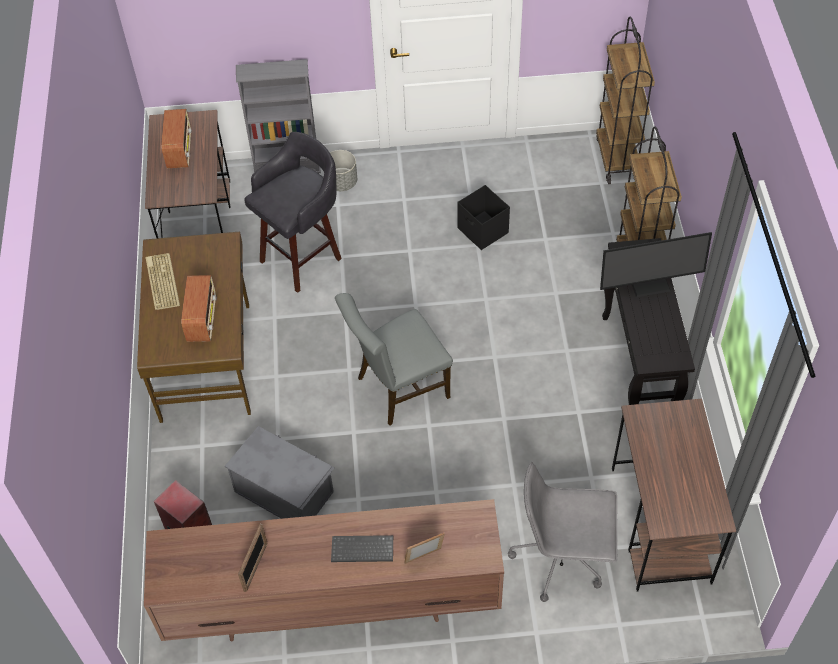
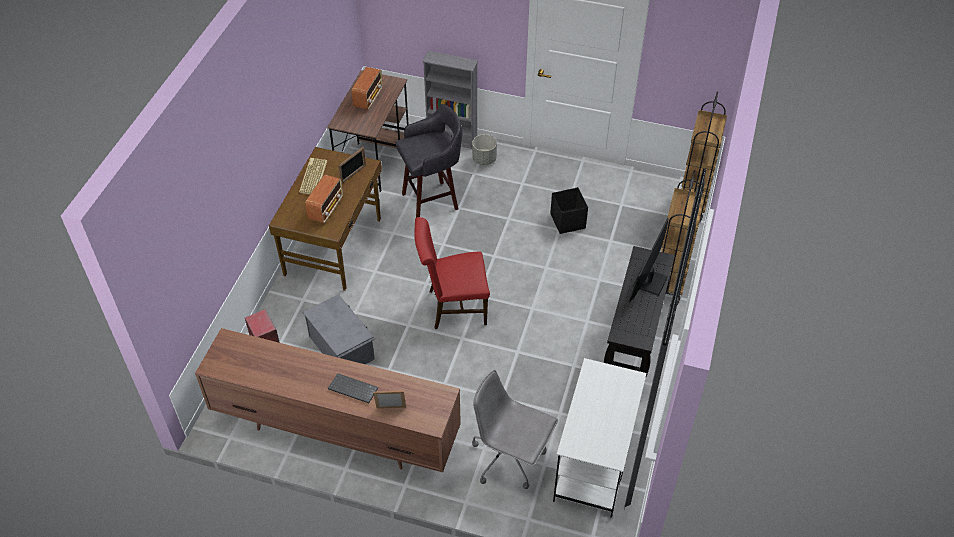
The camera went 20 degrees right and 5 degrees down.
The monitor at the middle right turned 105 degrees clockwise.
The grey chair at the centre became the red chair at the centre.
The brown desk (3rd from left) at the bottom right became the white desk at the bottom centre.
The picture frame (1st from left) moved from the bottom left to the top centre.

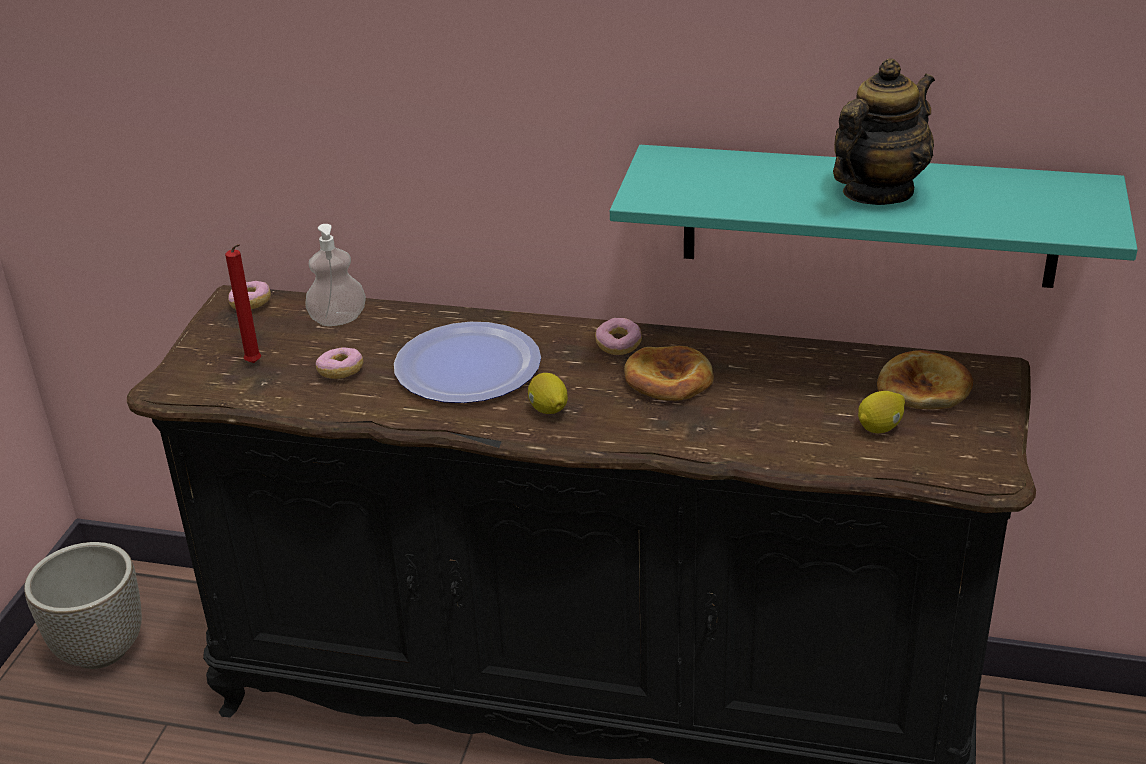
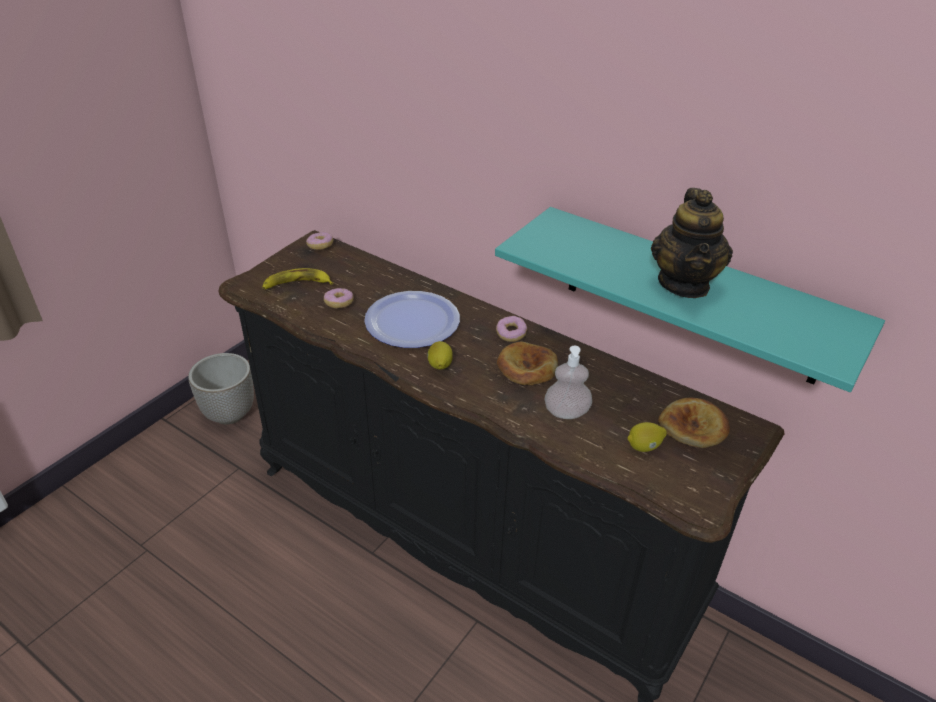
The camera went 20 degrees right and 5 degrees up.
The teapot at the top right turned 120 degrees clockwise.
The soap dispenser moved from the middle left to the centre.
The red candle at the middle left was replaced by the banana at the middle left.

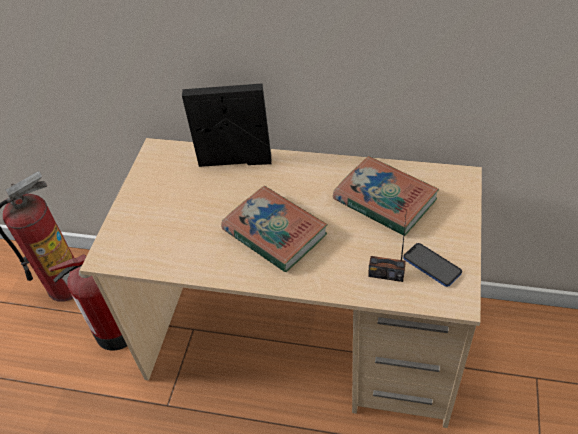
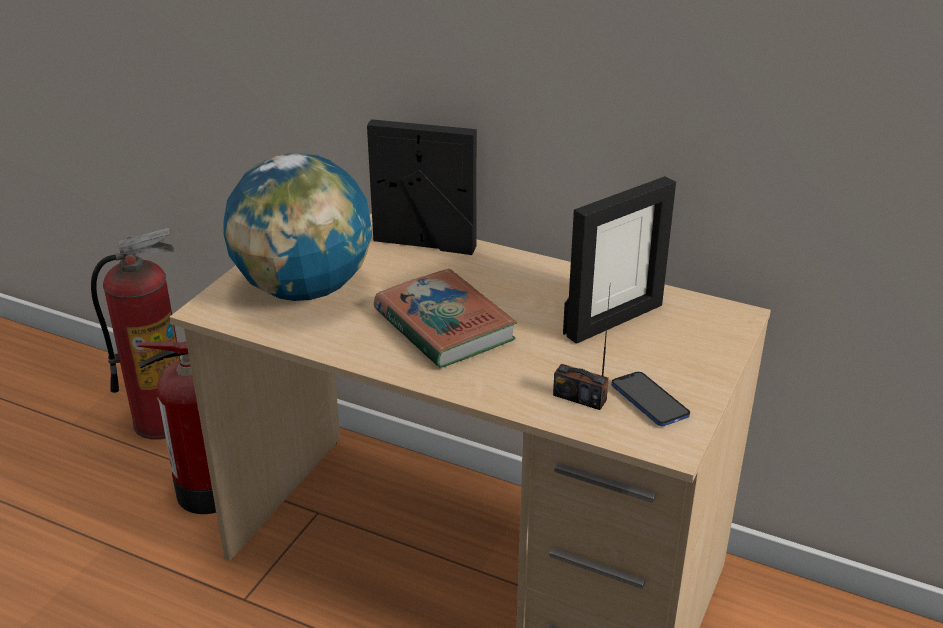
The camera went 10 degrees right and 15 degrees down.
The book (2nd from left) at the middle right was replaced by the picture frame (2nd from left) at the centre.
The globe at the middle left appeared.

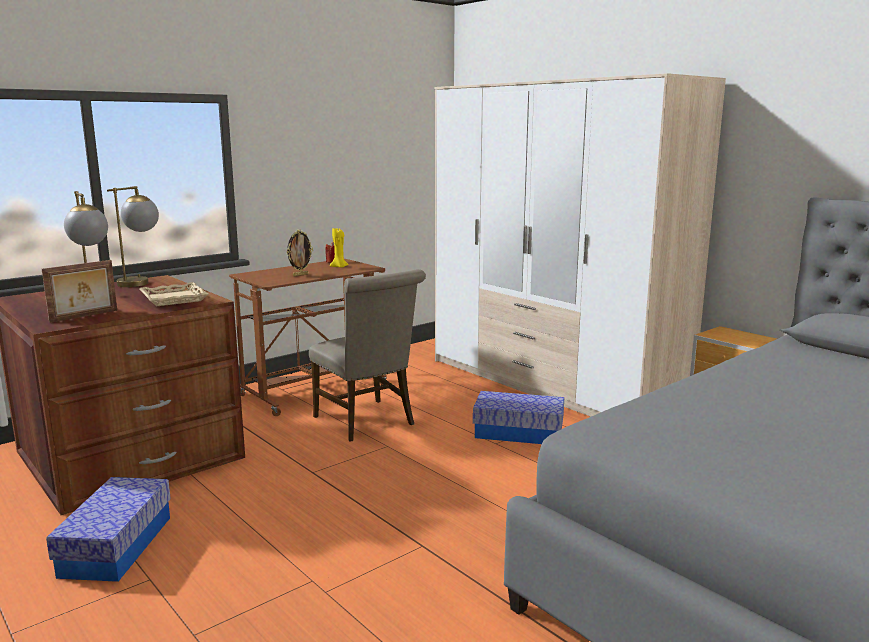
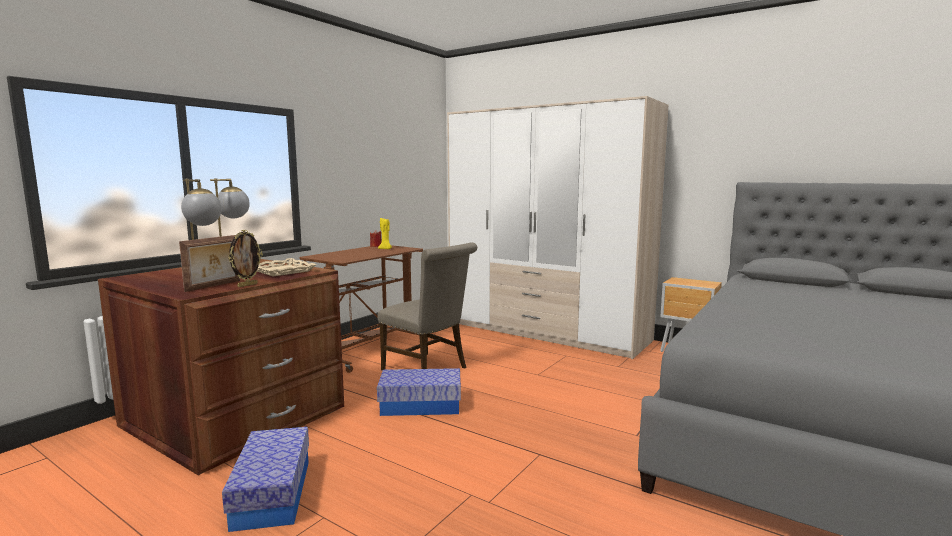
The camera went 15 degrees left and 5 degrees down.
The picture frame (2nd from left) moved from the centre to the middle left.
The storage box (2nd from left) moved from the centre to the bottom centre.

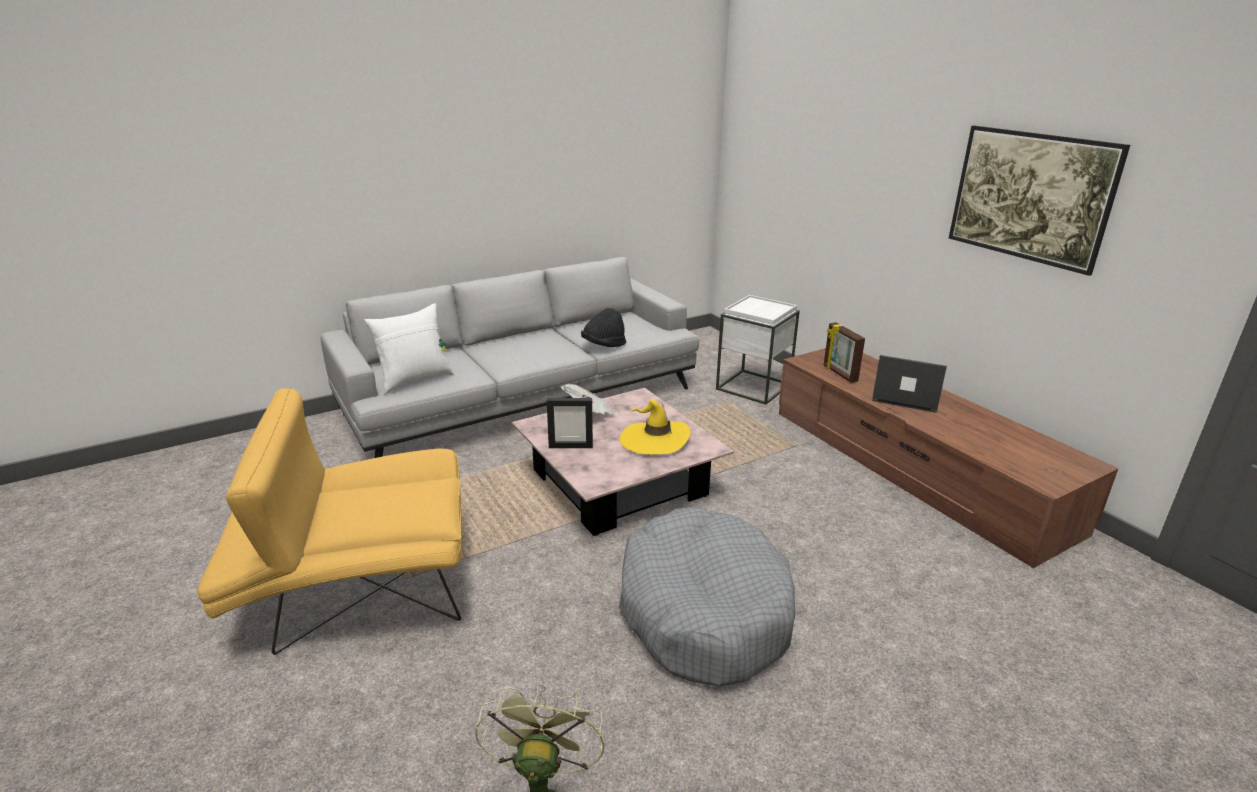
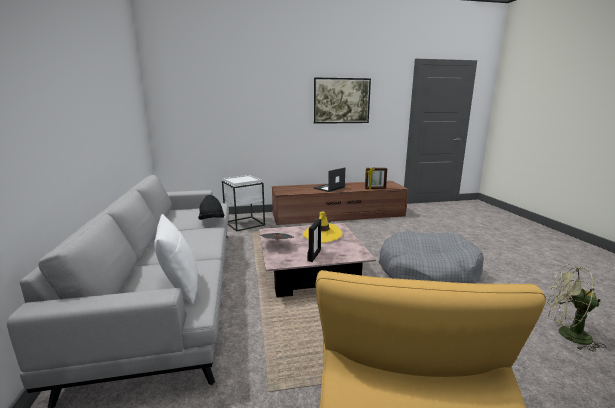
The camera went 70 degrees left and 10 degrees down.
The picture frame (2nd from left) moved from the middle right to the centre.

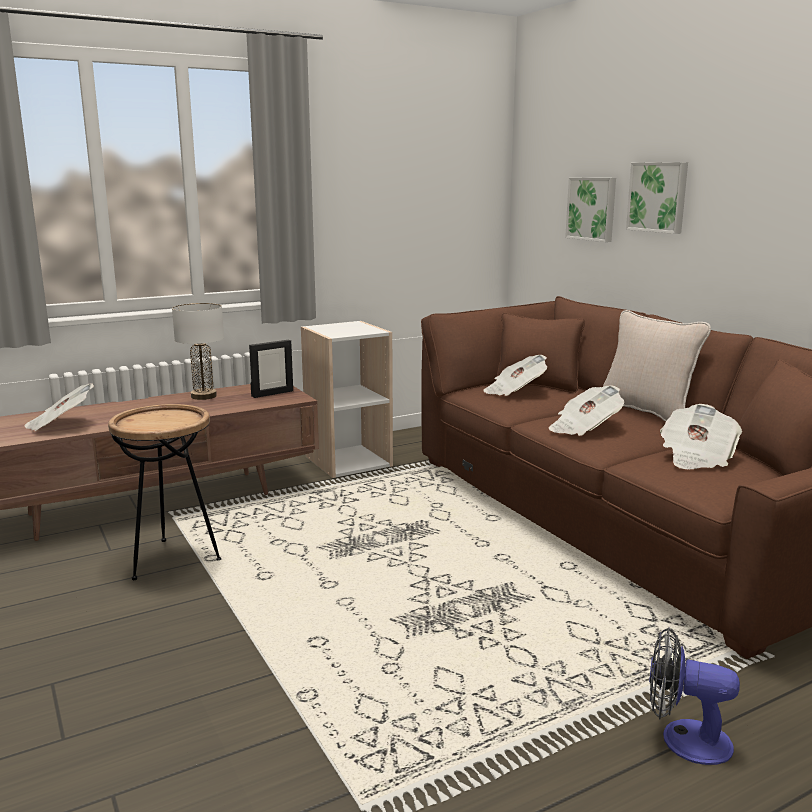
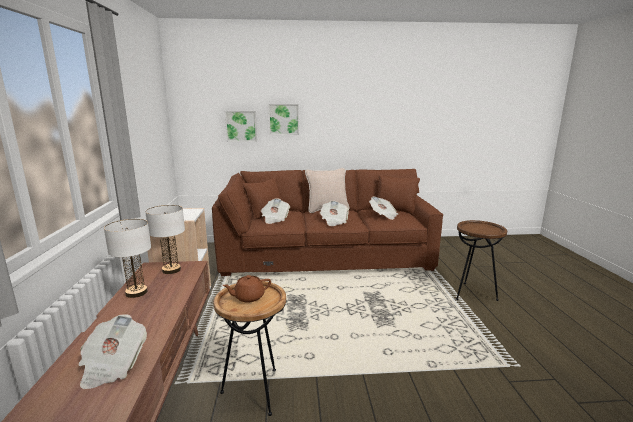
The camera went 65 degrees left and 0 degrees up.
The picture frame at the centre was replaced by the table lamp (2nd from left) at the middle left.
The fan at the bottom right was replaced by the brown side table (2nd from left) at the middle right.
The brown teapot at the bottom centre appeared.

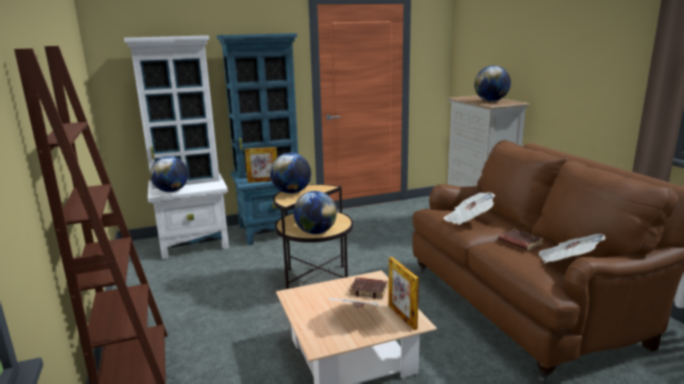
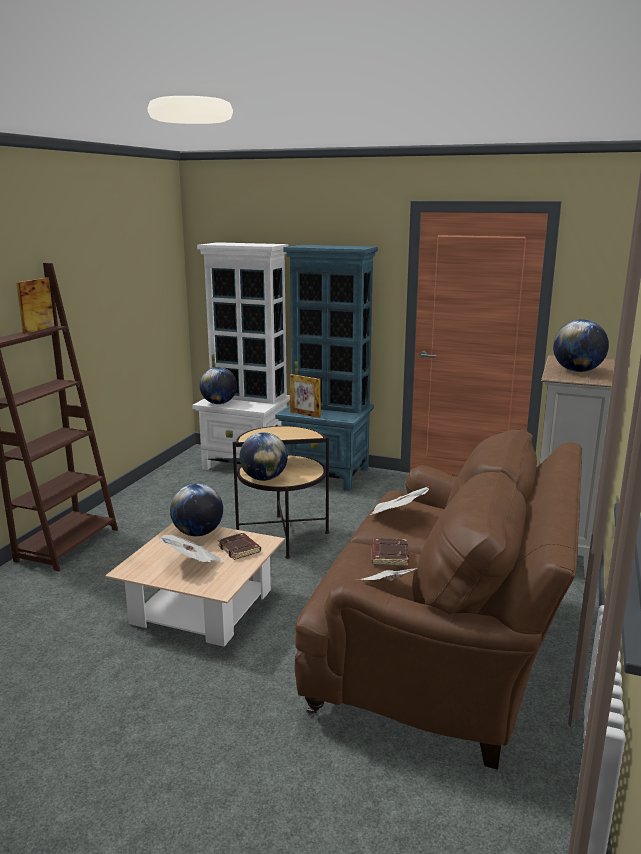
The camera went 40 degrees right and 0 degrees up.
The globe (2nd from left in the first image) moved from the centre to the middle left.
The picture frame (2nd from left in the first image) moved from the bottom centre to the middle left.

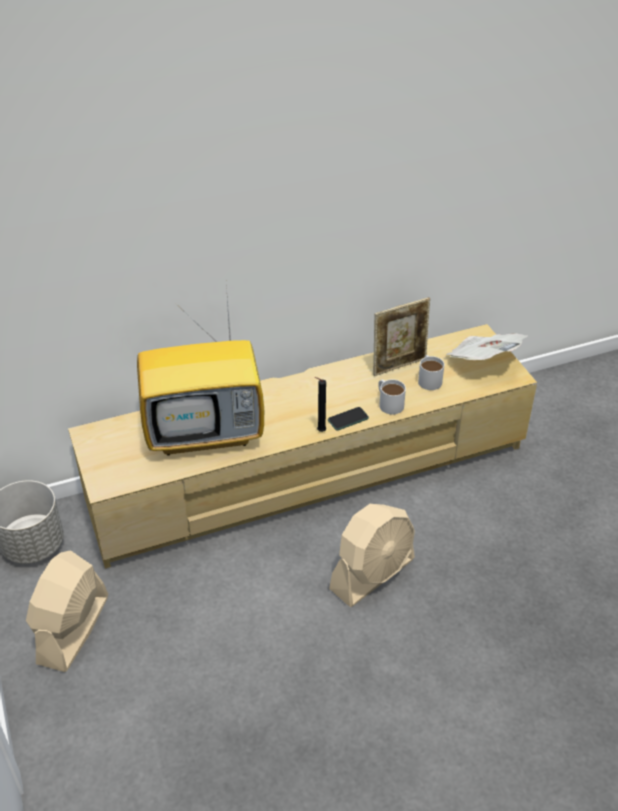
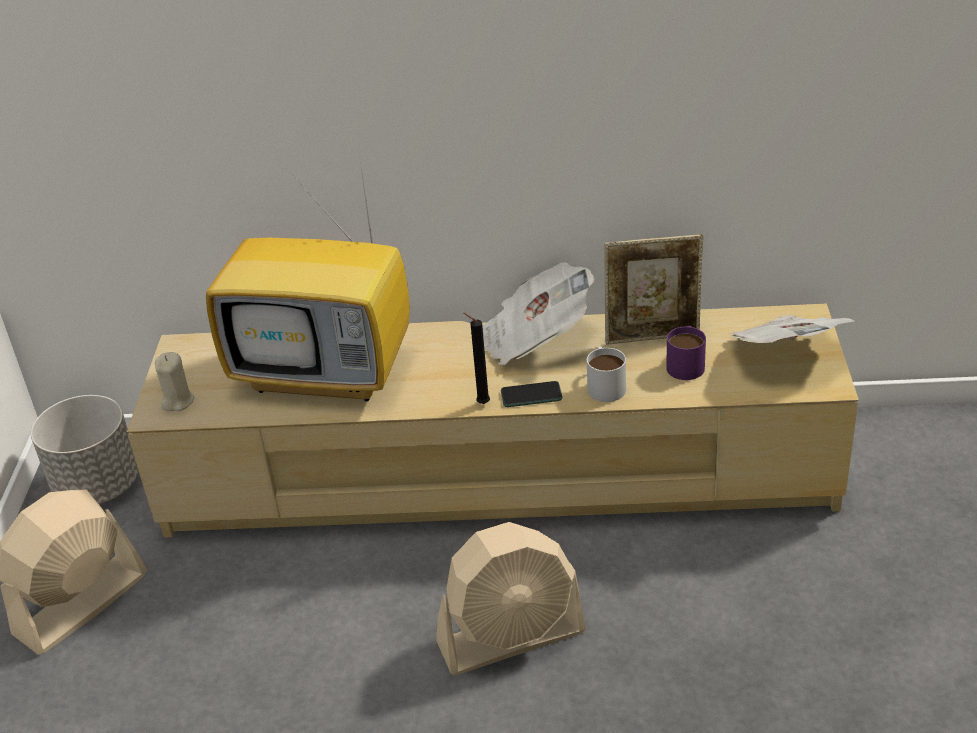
The camera went 25 degrees right and 5 degrees down.
The white mug (2nd from left) at the middle right became the purple mug at the middle right.
The newspaper (1st from left) at the centre appeared.
The beige candle at the middle left appeared.

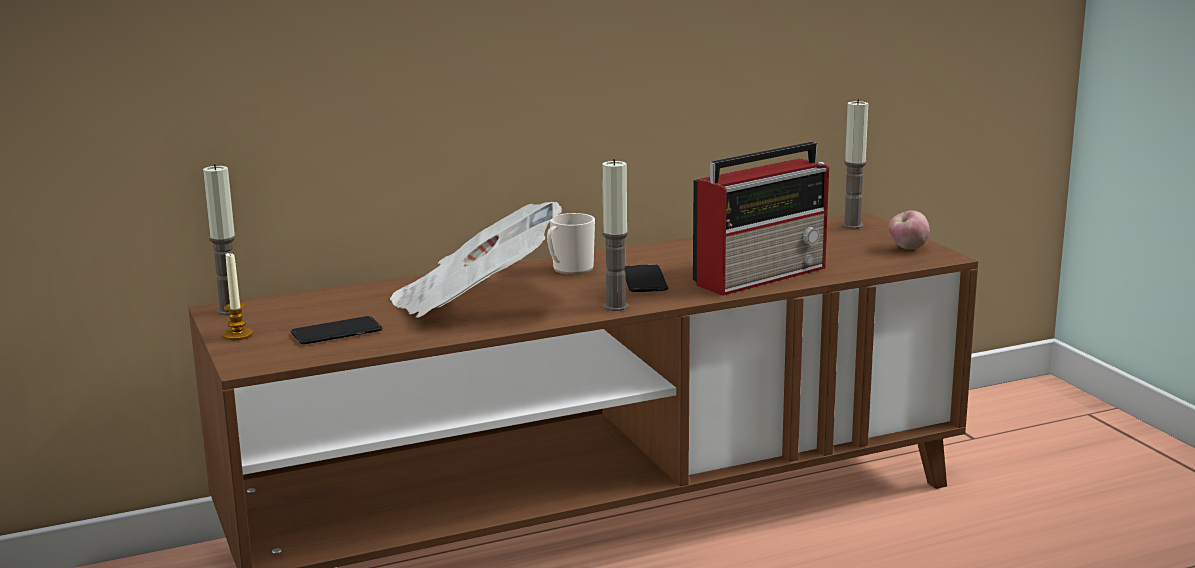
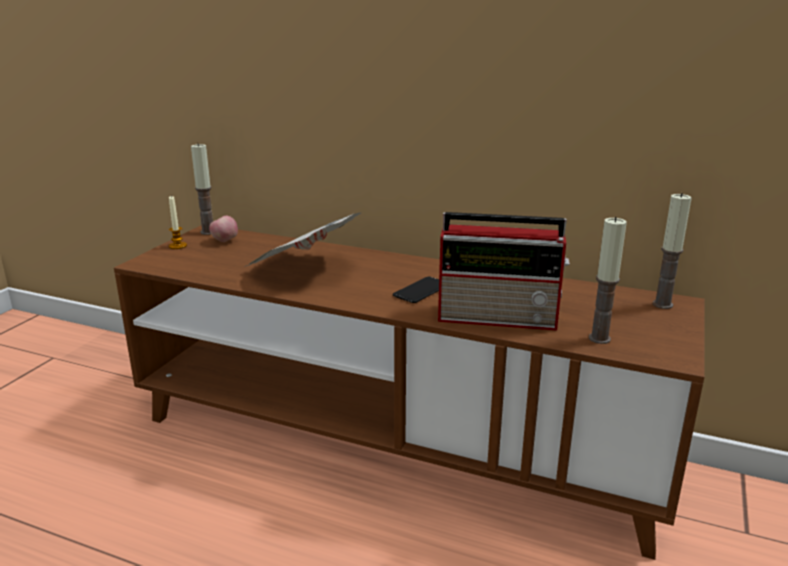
The camera went 45 degrees right and 5 degrees up.
The candle (3rd from left) moved from the centre to the middle right.
The apple moved from the middle right to the middle left.
The mug at the centre disappeared.
The phone (1st from left) at the middle left disappeared.

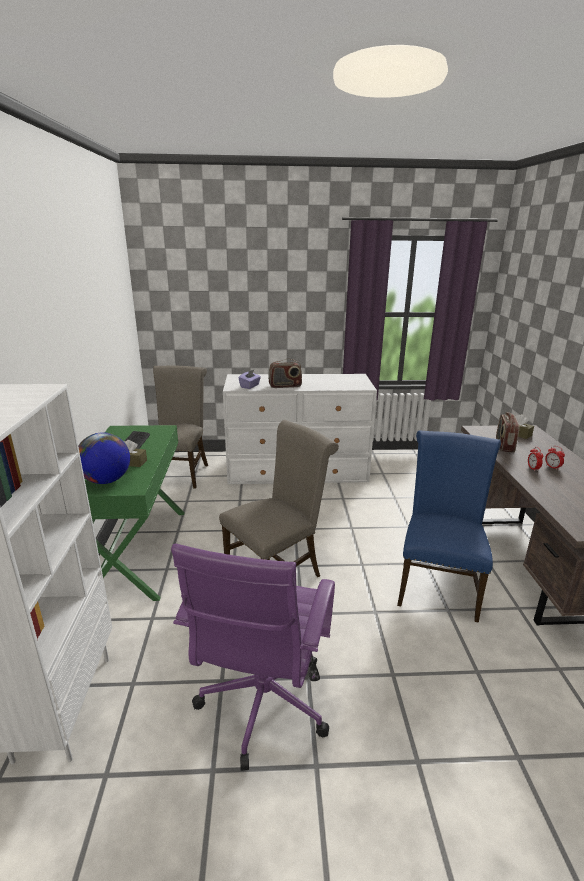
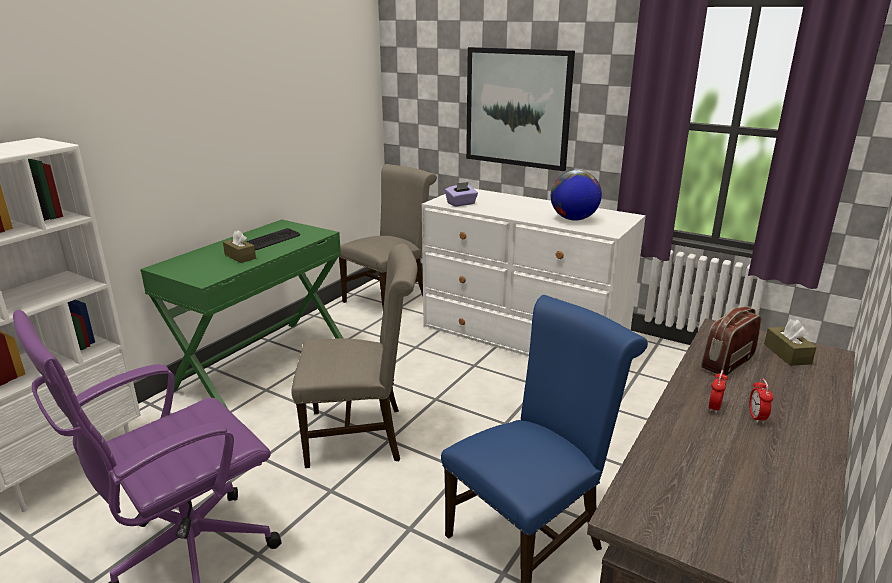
The camera went 35 degrees right and 0 degrees up.
The radio (1st from left) at the centre disappeared.
The globe moved from the middle left to the centre.
The picture at the top centre appeared.

